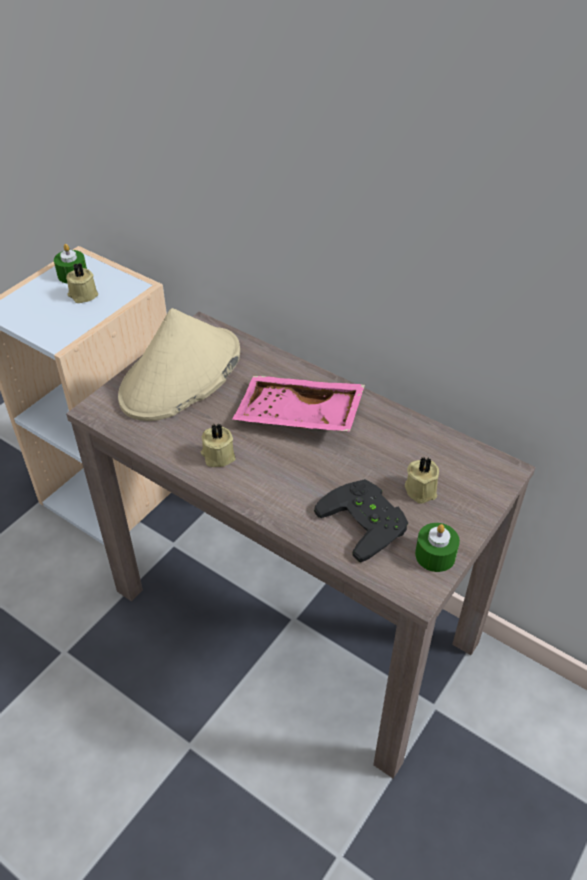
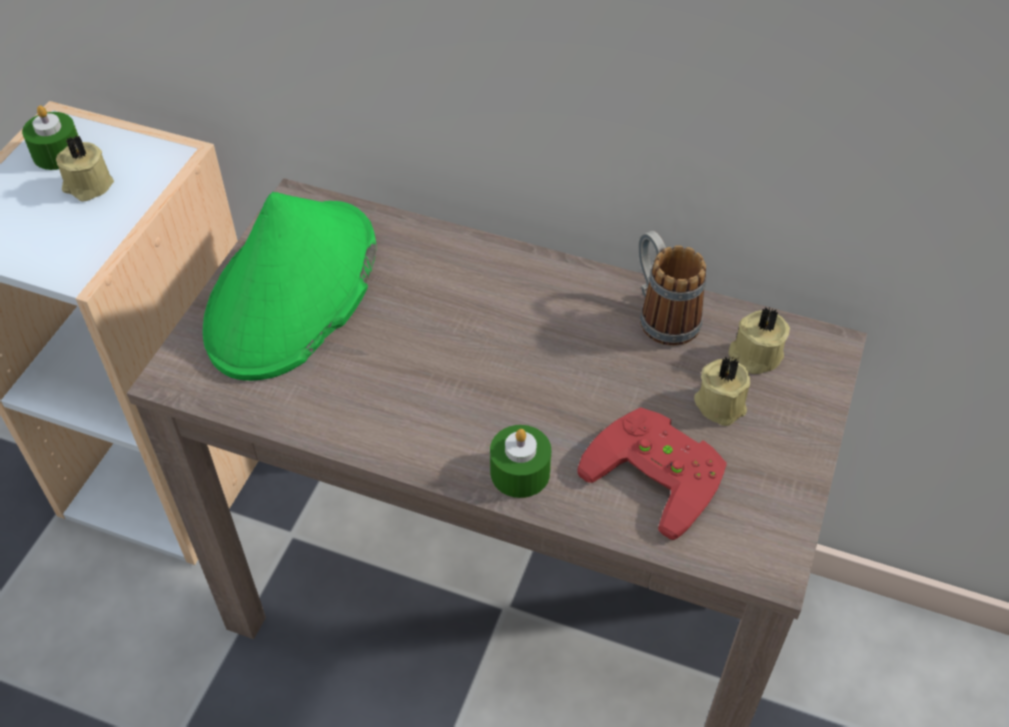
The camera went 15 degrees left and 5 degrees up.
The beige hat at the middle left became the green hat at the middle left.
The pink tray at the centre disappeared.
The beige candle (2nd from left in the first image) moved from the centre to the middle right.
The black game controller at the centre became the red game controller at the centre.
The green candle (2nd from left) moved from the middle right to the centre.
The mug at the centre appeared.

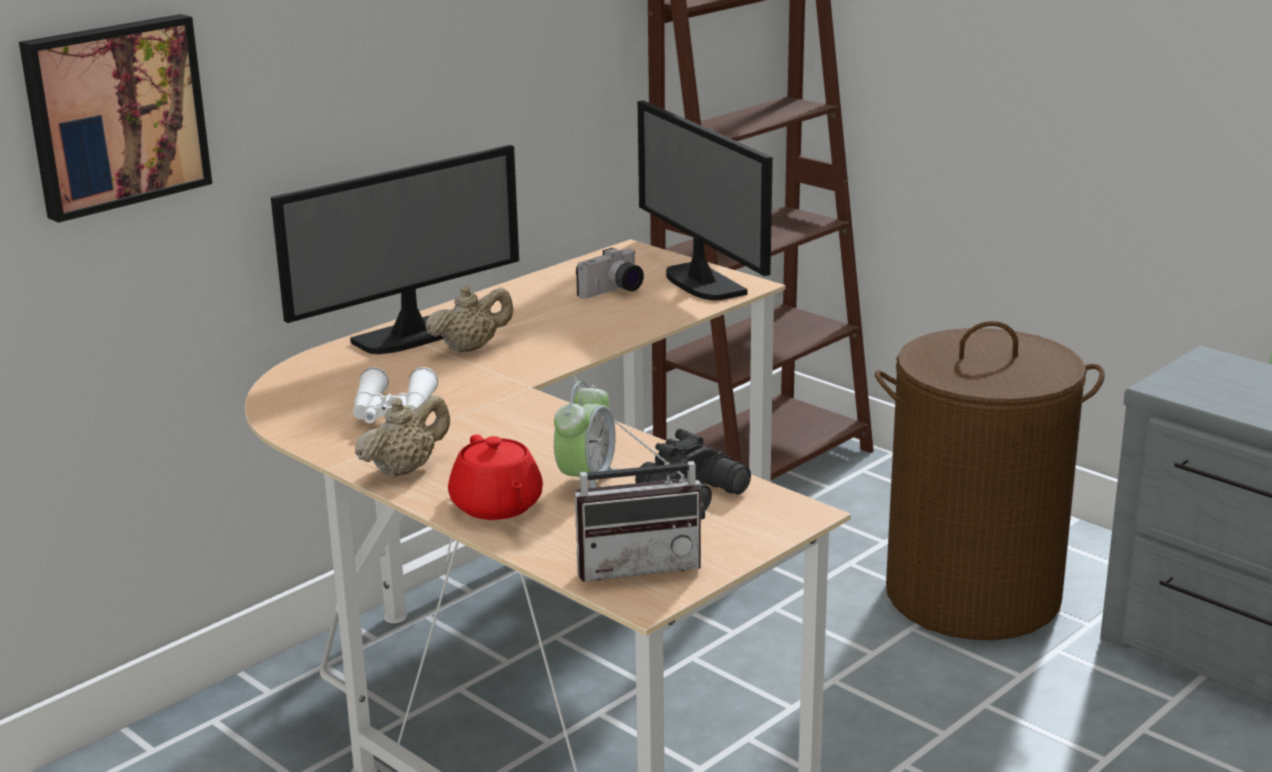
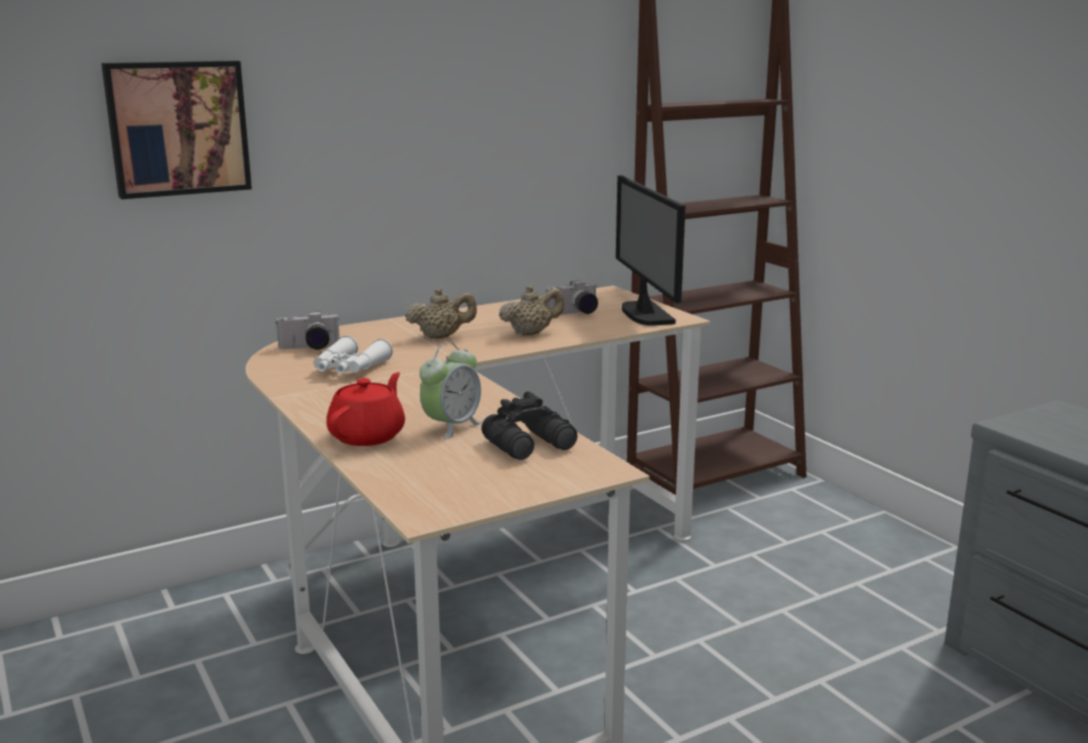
The camera went 15 degrees right and 5 degrees down.
The monitor (1st from left) at the top left disappeared.
The brown laundry basket at the middle right disappeared.
The beige teapot (1st from left in the first image) moved from the middle left to the centre.
The radio at the centre disappeared.
The red teapot at the centre turned 150 degrees counterclockwise.
The photo camera (1st from left) at the middle left appeared.

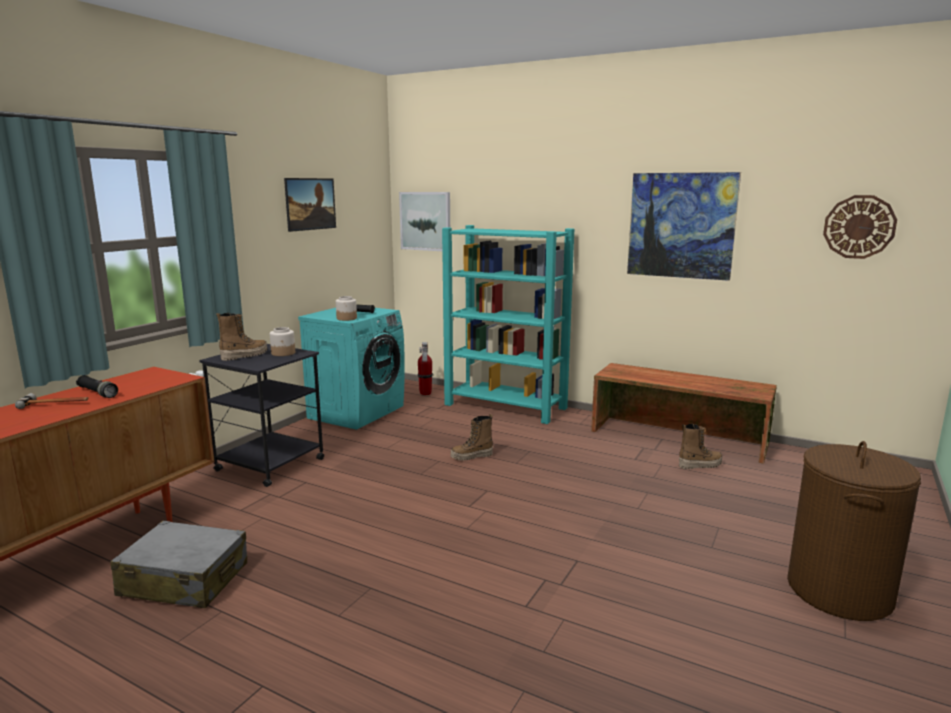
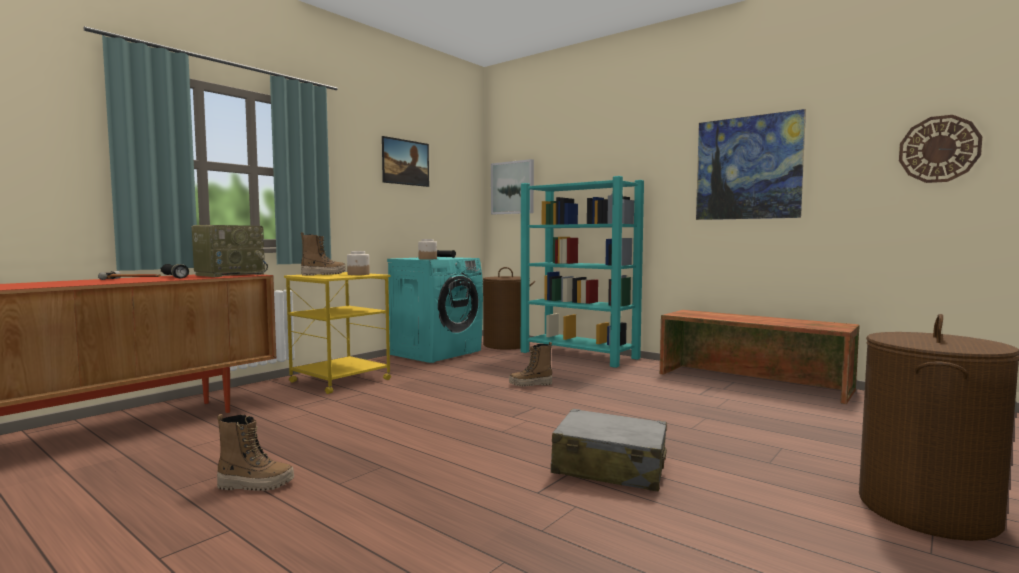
The camera went 10 degrees right and 10 degrees down.
The fire extinguisher at the centre was replaced by the brown laundry basket (1st from left) at the centre.
The black cart at the middle left became the yellow cart at the middle left.
The boot (3rd from left in the first image) moved from the middle right to the bottom left.
The grey suitcase moved from the bottom left to the bottom centre.
The radio at the middle left appeared.

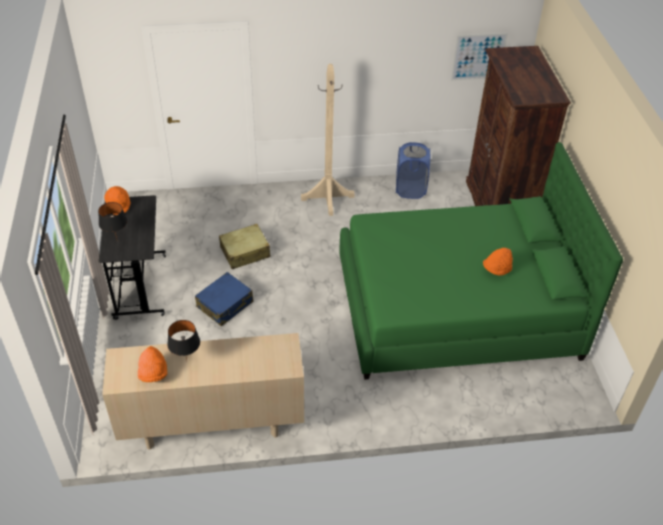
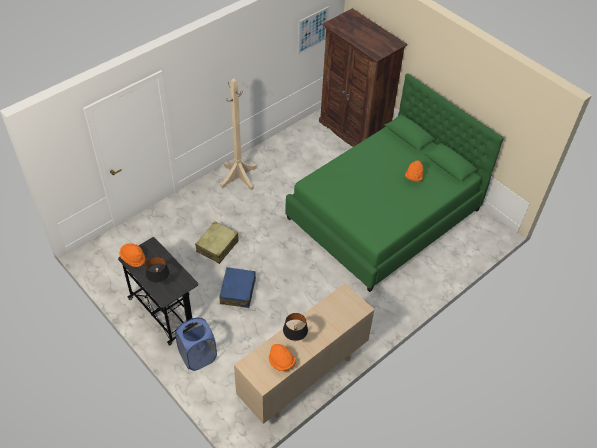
The camera went 35 degrees left and 5 degrees up.
The blue laundry basket moved from the top centre to the bottom left.

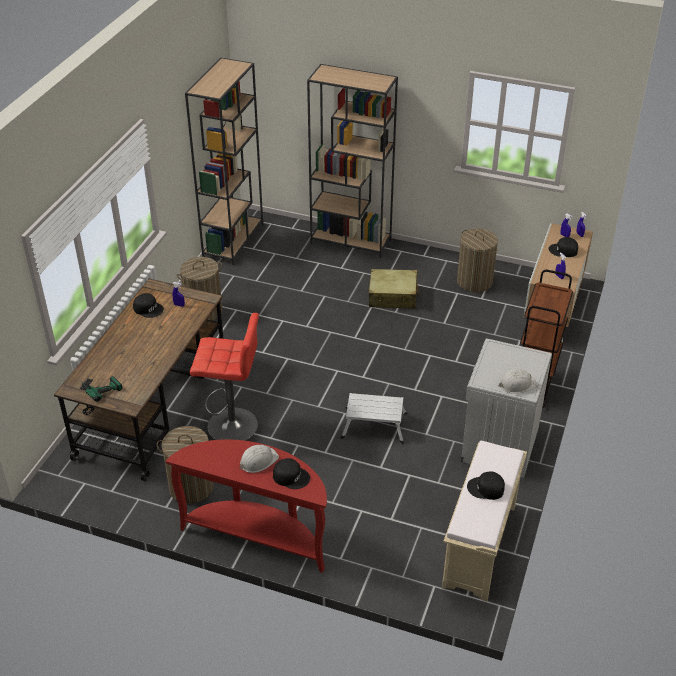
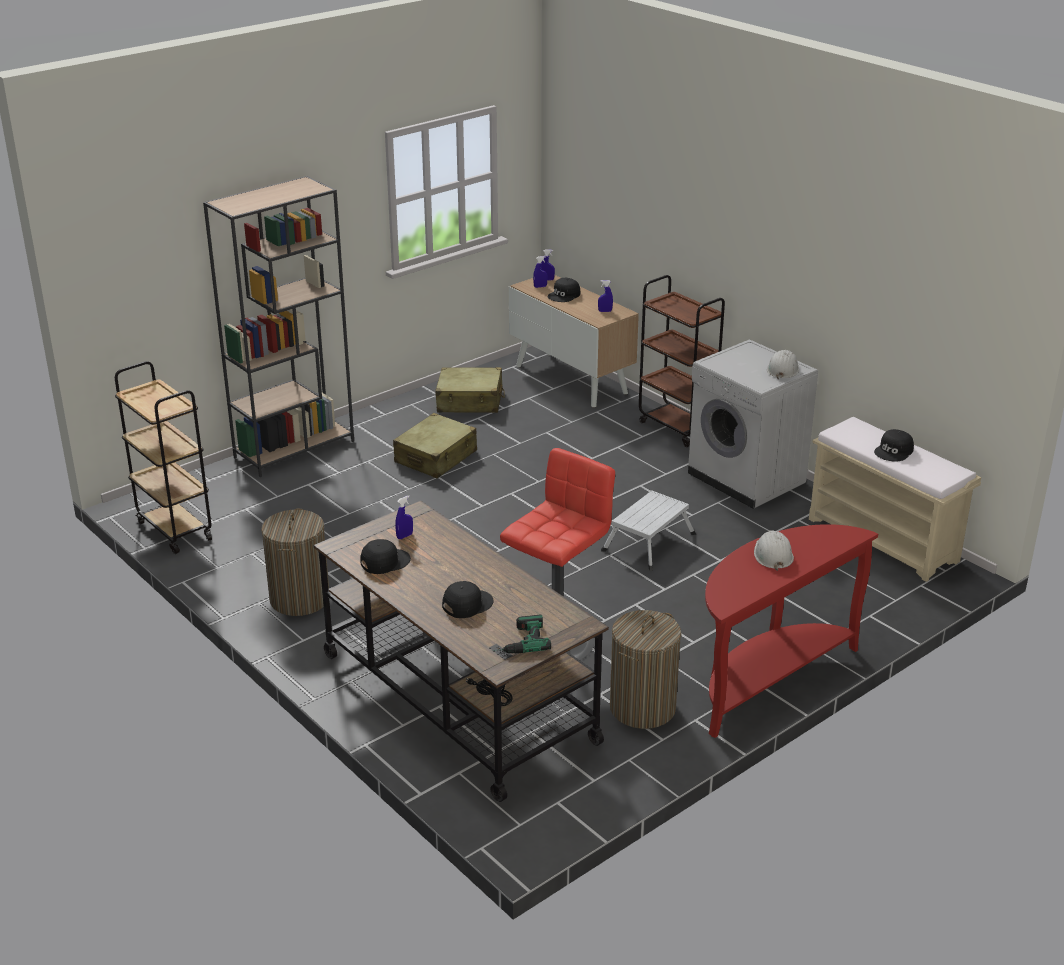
The camera went 60 degrees left and 10 degrees down.
The bookcase (1st from left) at the top left was replaced by the brown cart (1st from left) at the middle left.
The laundry basket (3rd from left) at the middle right was replaced by the beige suitcase (2nd from left) at the centre.
The black cap (2nd from left) moved from the bottom centre to the centre.

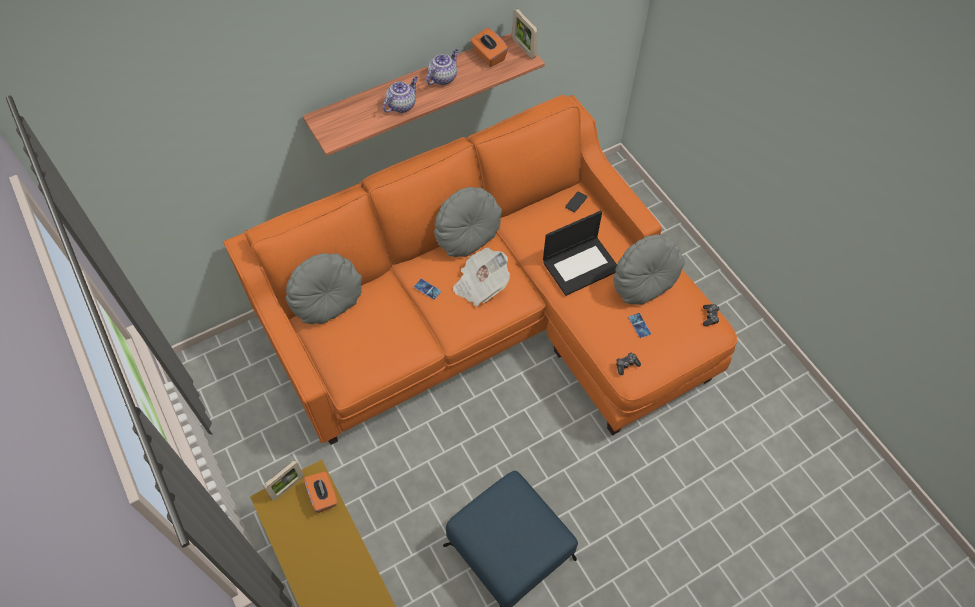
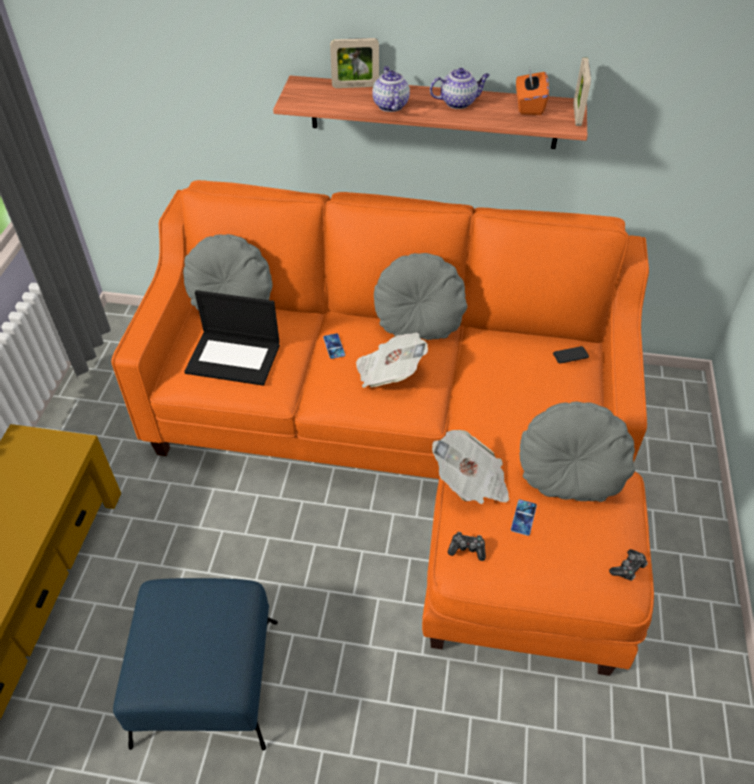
The camera went 40 degrees right and 10 degrees down.
The teapot (1st from left) at the top centre turned 90 degrees counterclockwise.
The laptop moved from the centre to the middle left.
The picture frame (1st from left) moved from the bottom left to the top centre.
The orange tissue box (1st from left) at the bottom left disappeared.
The newspaper (2nd from left) at the centre appeared.

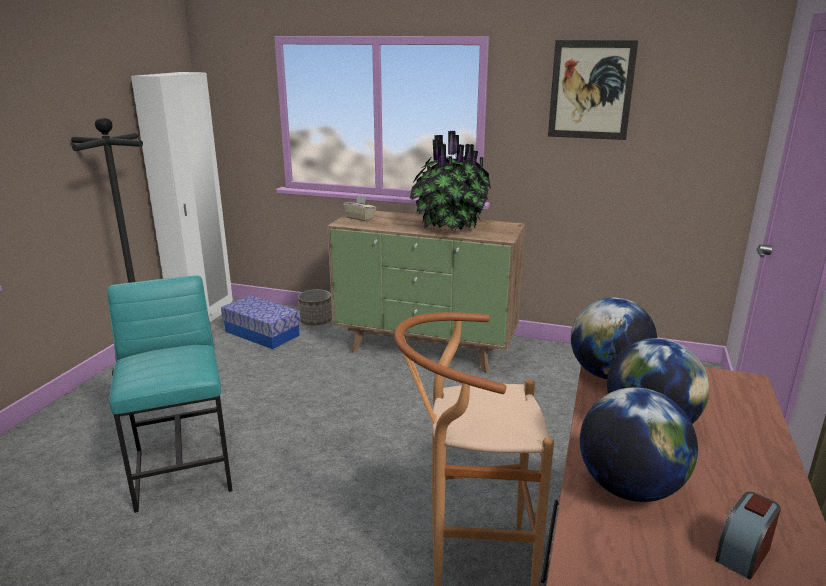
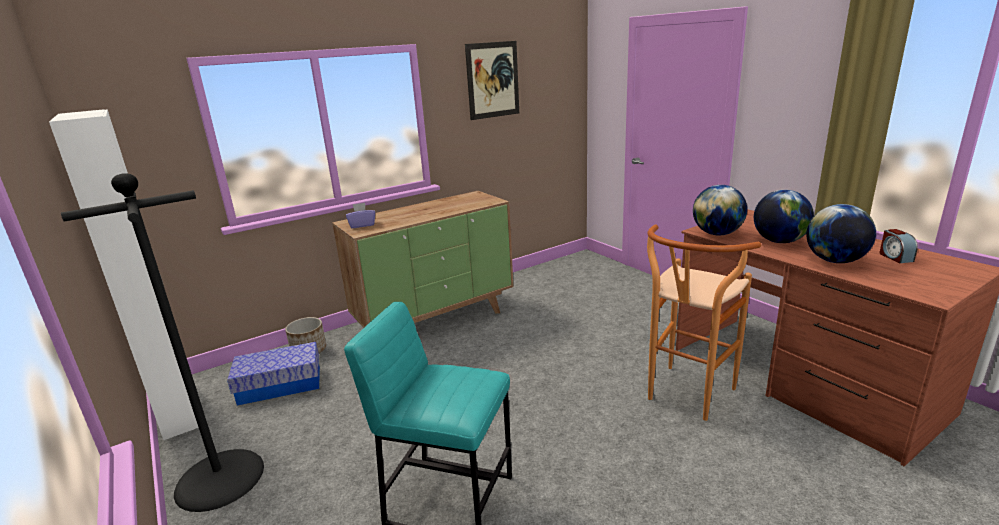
The camera went 50 degrees left and 0 degrees up.
The potted plant at the top centre disappeared.
The beige tissue box at the centre became the purple tissue box at the centre.

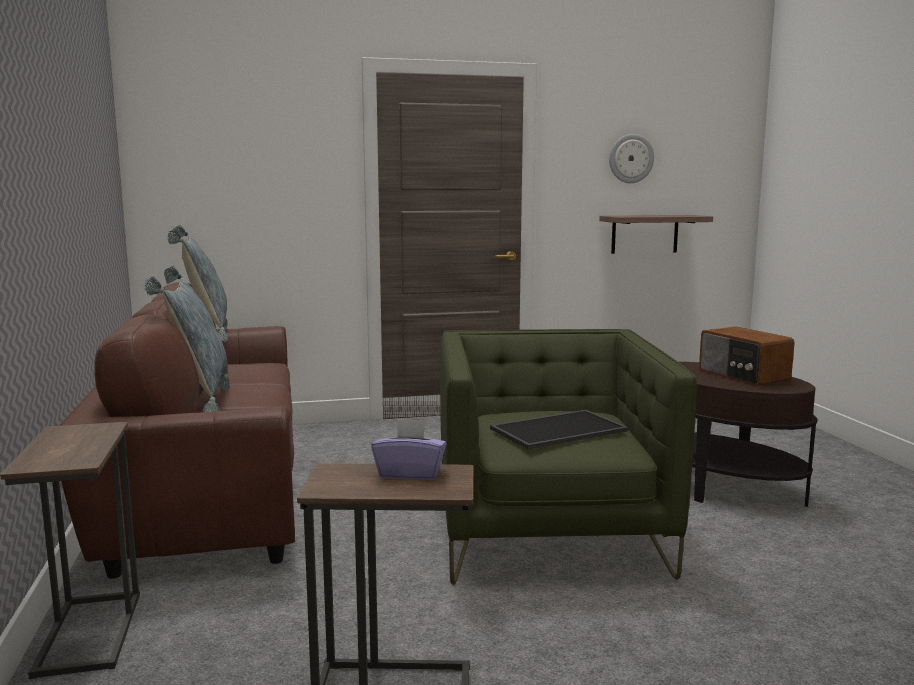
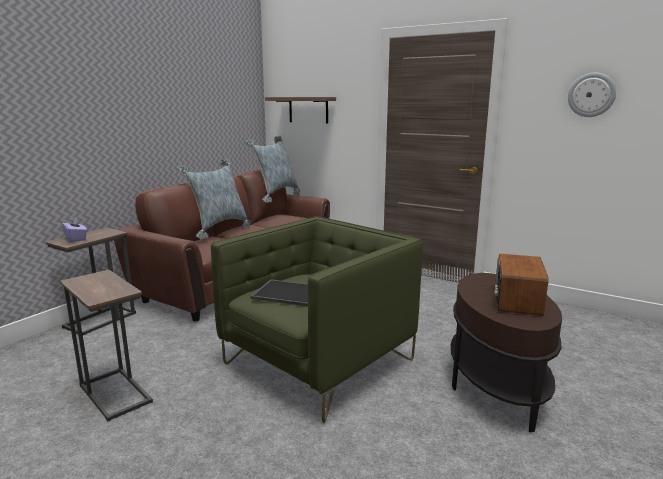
The camera went 45 degrees right and 5 degrees up.
The shelf moved from the middle right to the top centre.
The purple tissue box moved from the centre to the middle left.

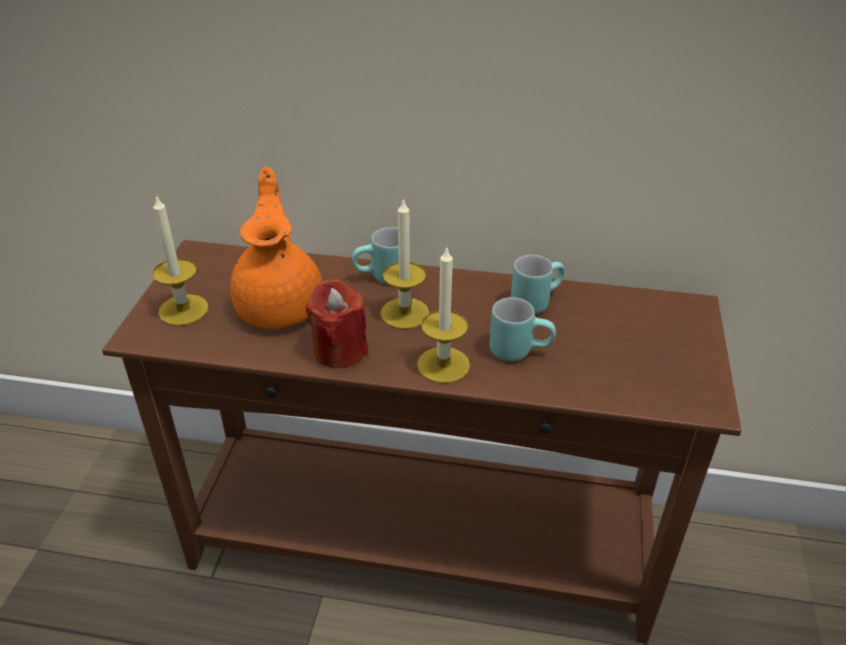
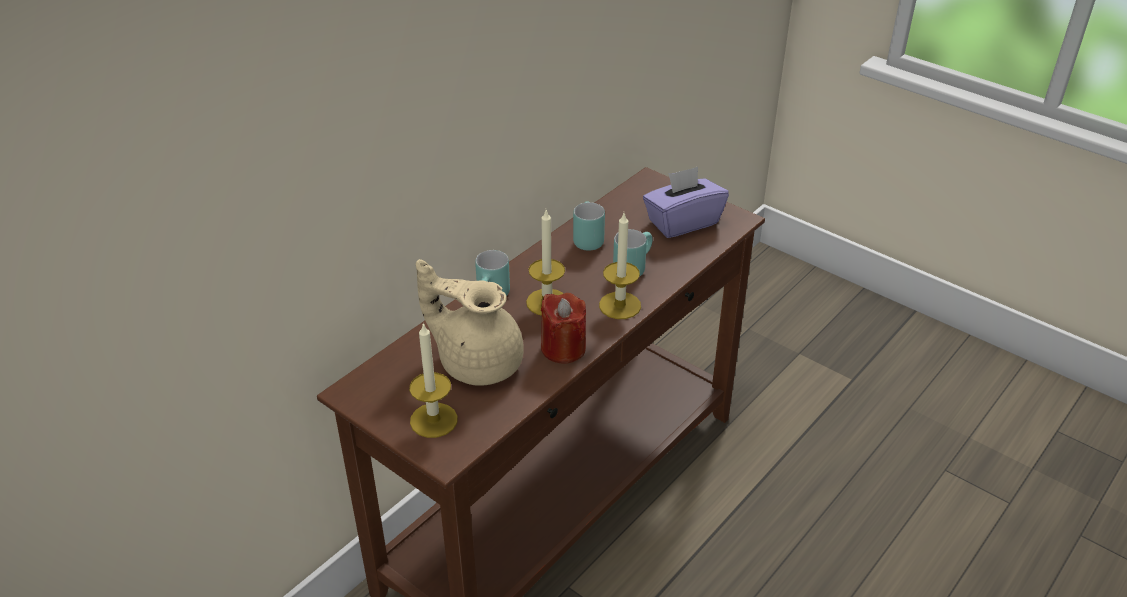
The camera went 60 degrees left and 0 degrees up.
The orange teapot at the middle left became the beige teapot at the centre.
The purple tissue box at the centre appeared.

